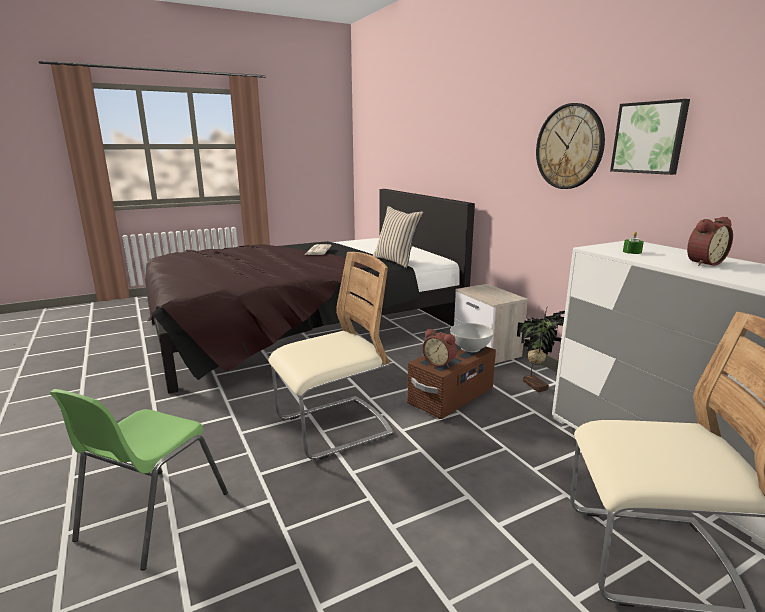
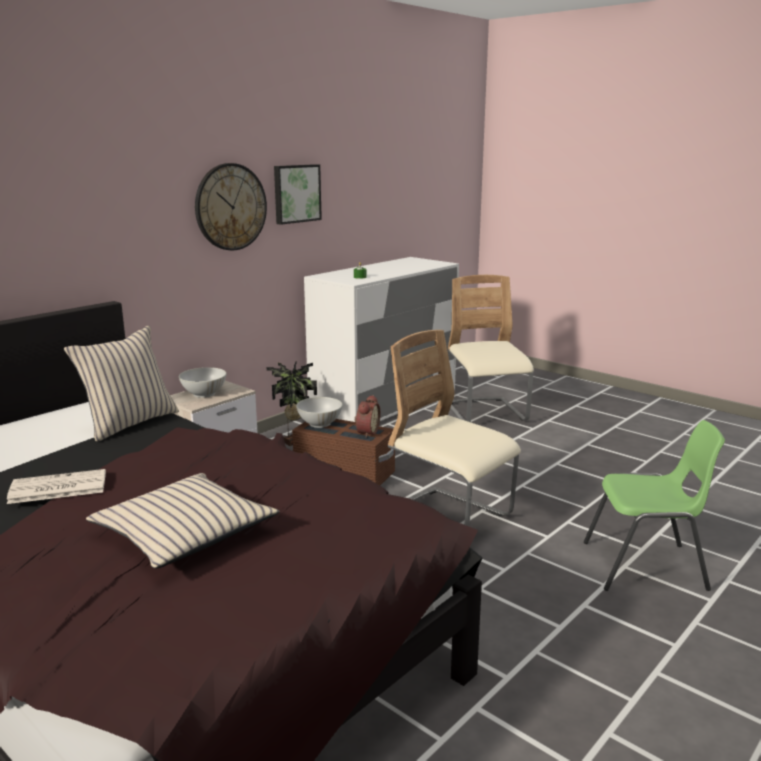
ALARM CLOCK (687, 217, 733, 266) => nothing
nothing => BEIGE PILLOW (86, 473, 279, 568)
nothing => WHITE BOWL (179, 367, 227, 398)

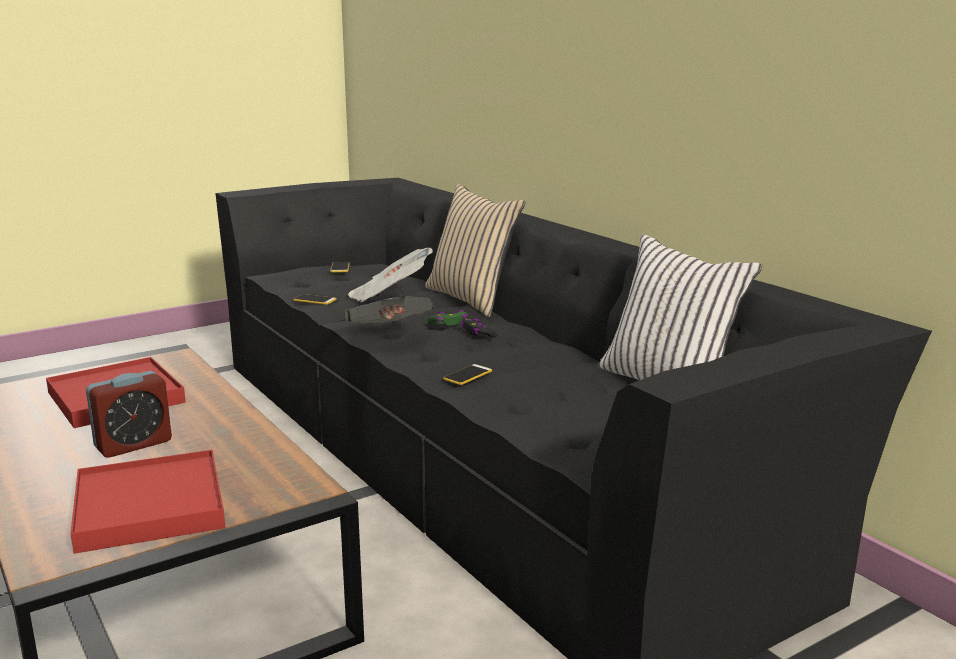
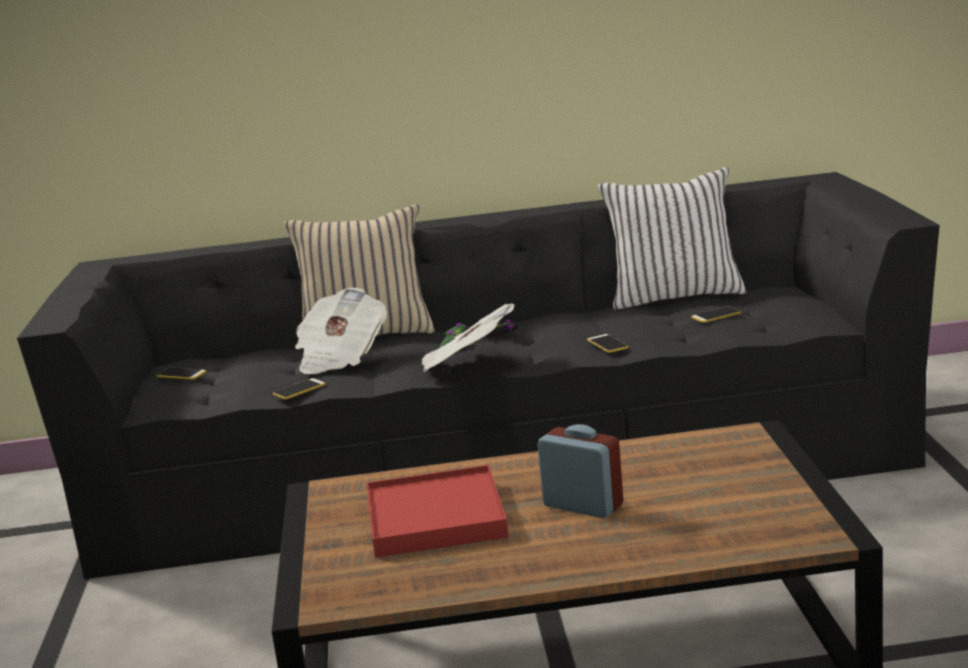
RED TRAY (70, 450, 225, 554) => nothing
nothing => PHONE (691, 307, 741, 323)
ALARM CLOCK (86, 371, 172, 458) => ALARM CLOCK (538, 424, 623, 518), 45 degrees counterclockwise

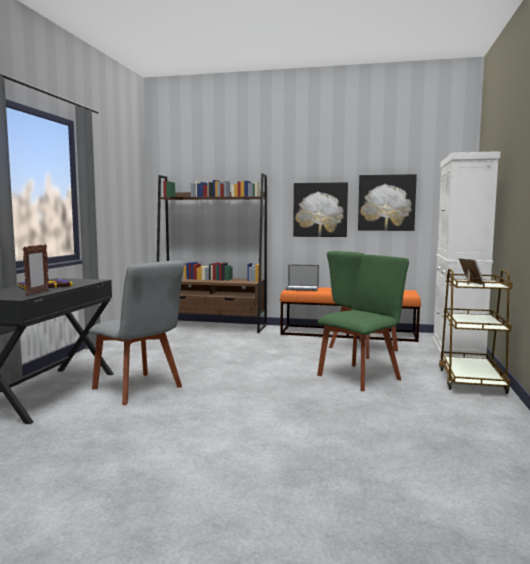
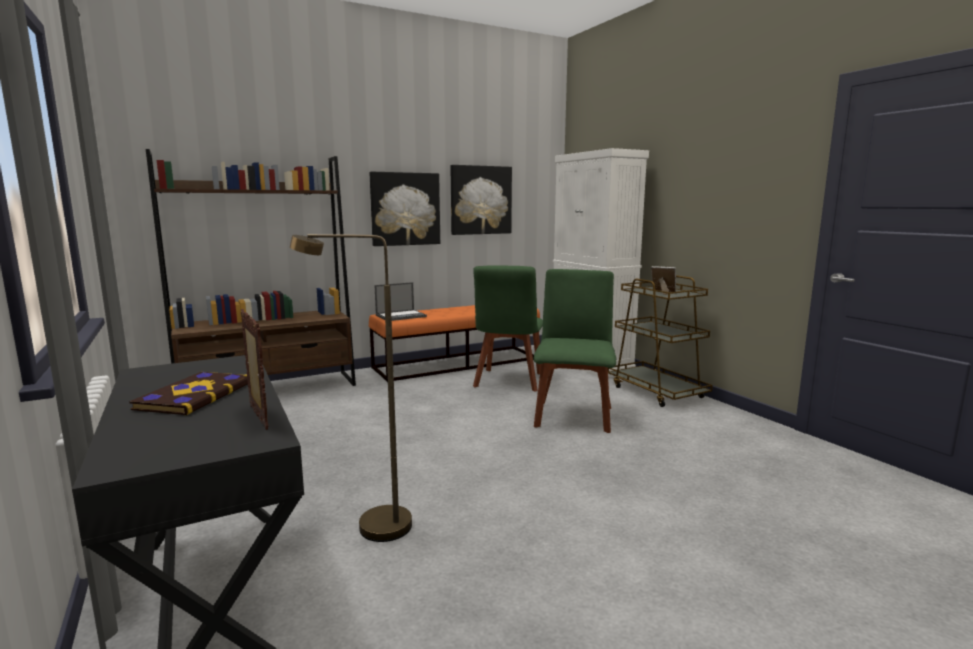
GREY CHAIR (89, 261, 184, 405) => BROWN FLOOR LAMP (290, 234, 412, 542)

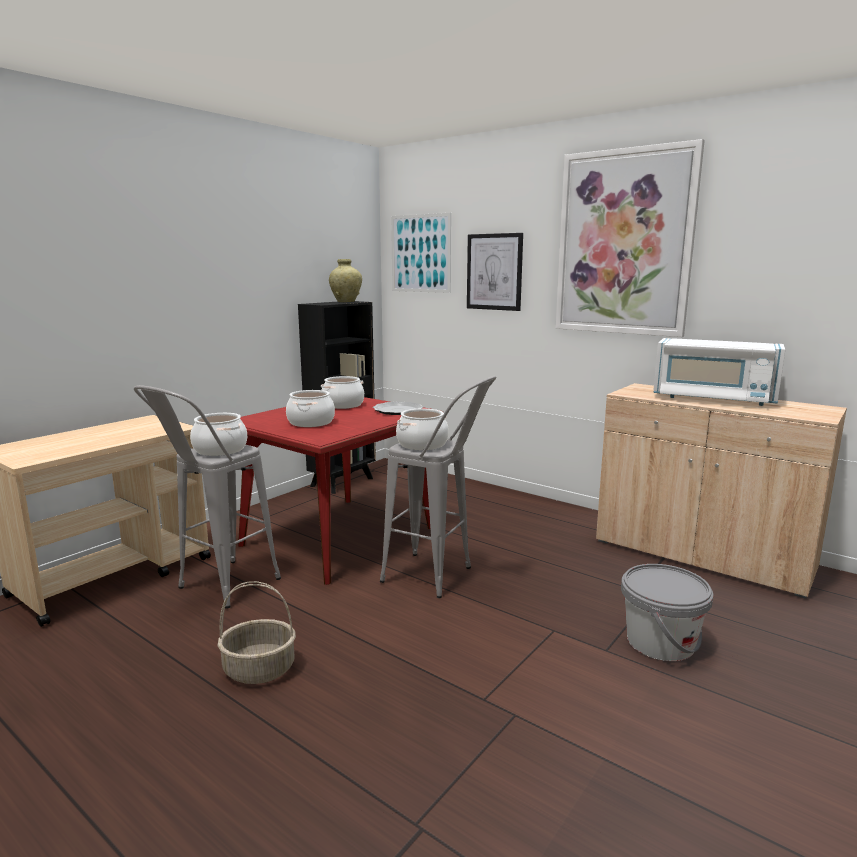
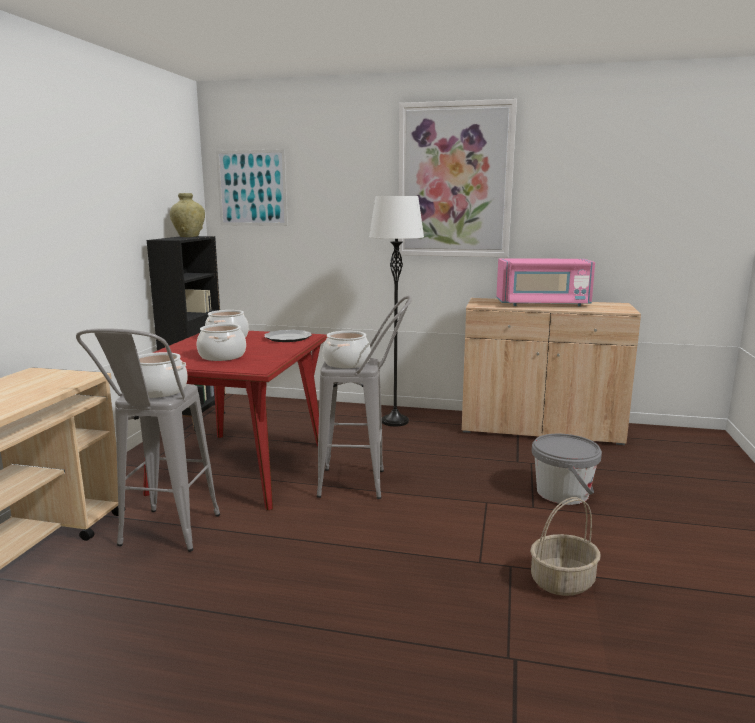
PICTURE (467, 233, 523, 311) => nothing
nothing => WHITE FLOOR LAMP (369, 196, 424, 427)
BASKET (217, 581, 296, 684) => BASKET (530, 497, 600, 596), shifted
WHITE MICROWAVE (653, 338, 785, 406) => PINK MICROWAVE (496, 258, 595, 306)

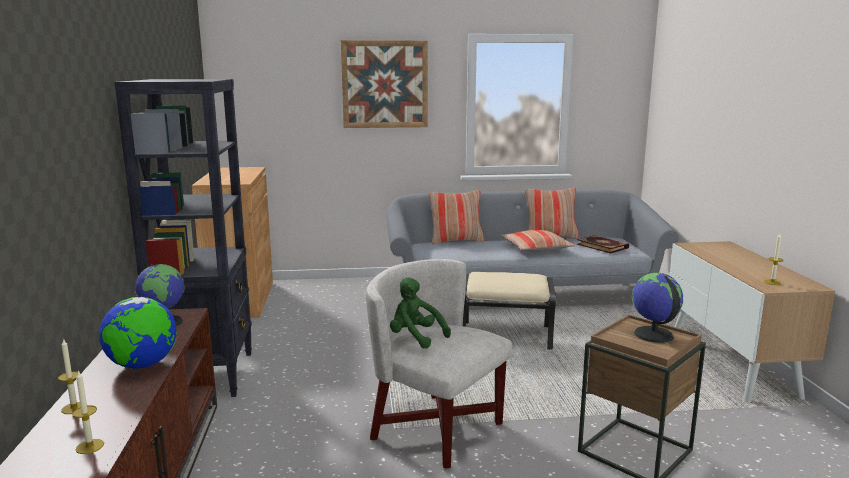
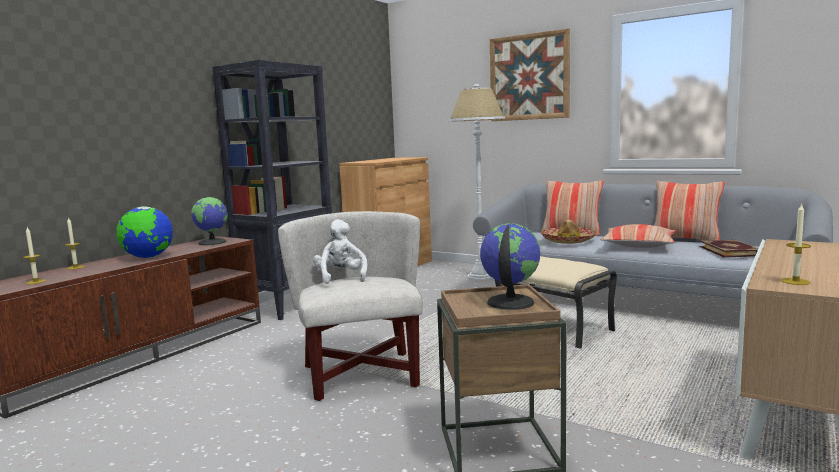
nothing => WHITE FLOOR LAMP (449, 84, 505, 280)
nothing => HAT (541, 220, 596, 244)
GREEN PLUSH TOY (390, 277, 451, 349) => WHITE PLUSH TOY (313, 219, 367, 284)

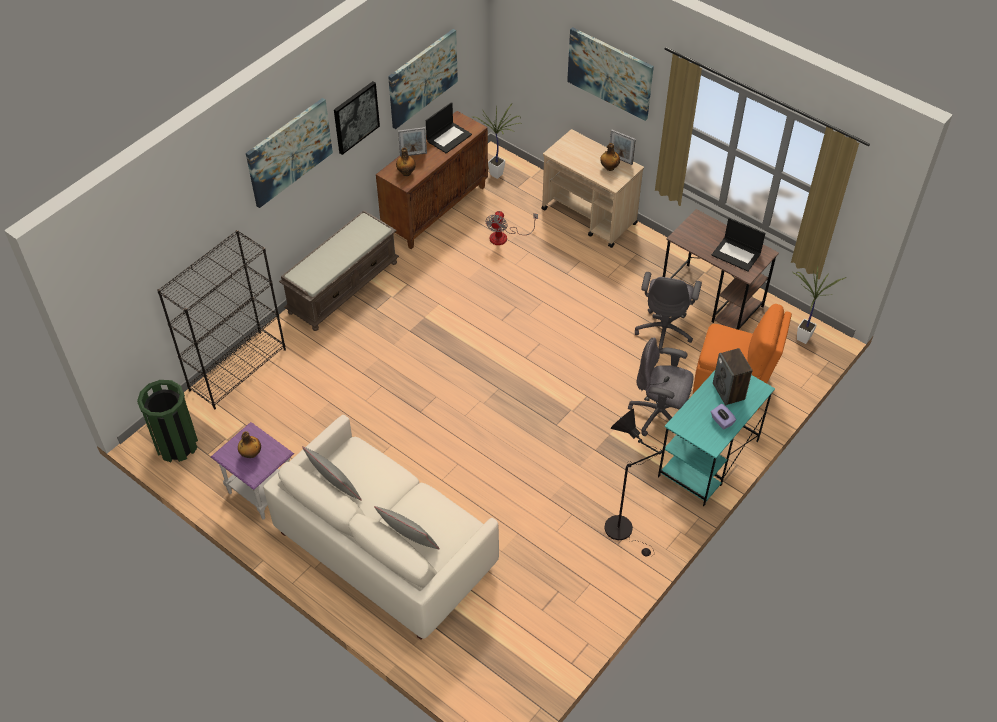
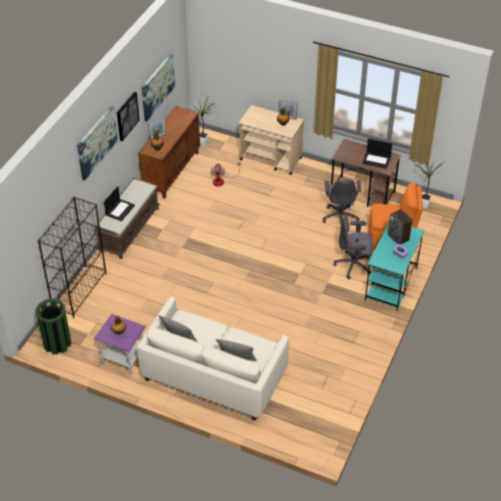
PICTURE (567, 27, 654, 121) => nothing
BLACK FLOOR LAMP (604, 409, 662, 556) => nothing
LAPTOP (426, 102, 472, 153) => LAPTOP (104, 186, 135, 221), shifted

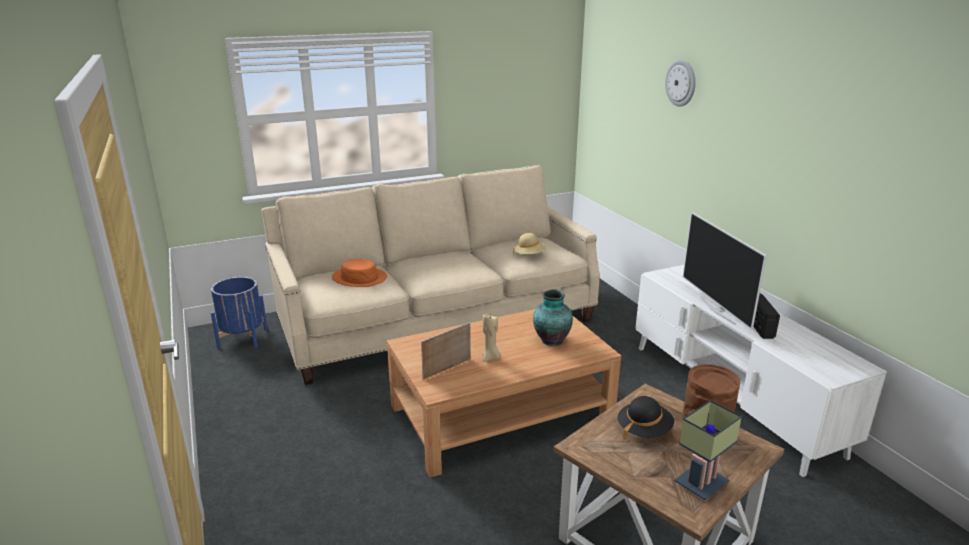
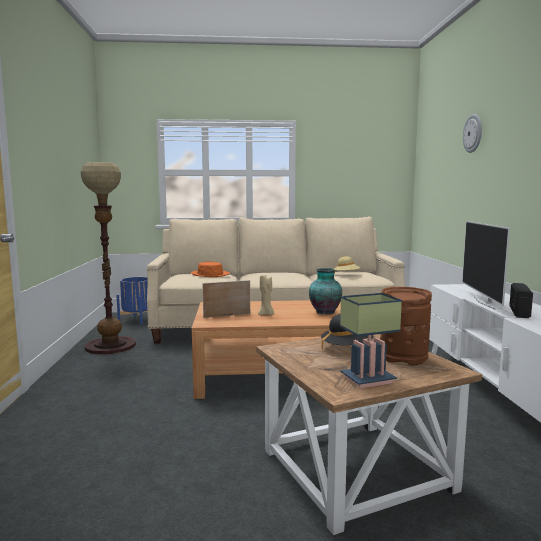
nothing => FLOOR LAMP (81, 162, 136, 354)

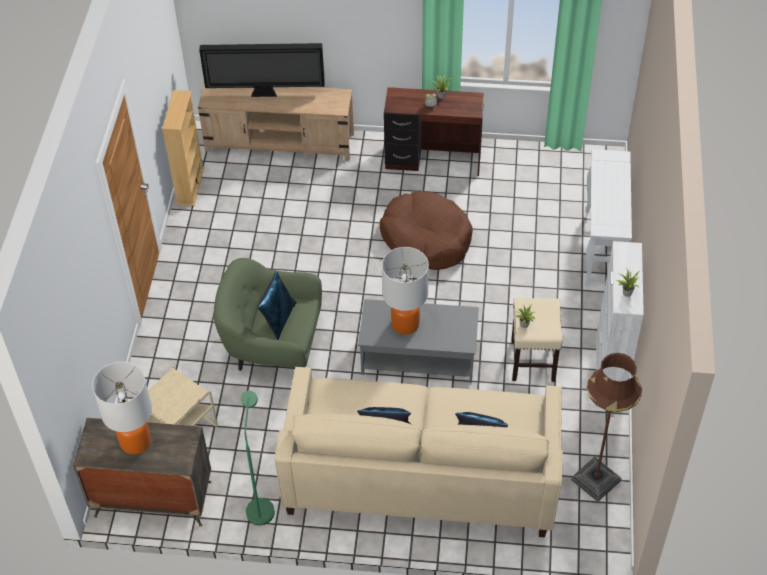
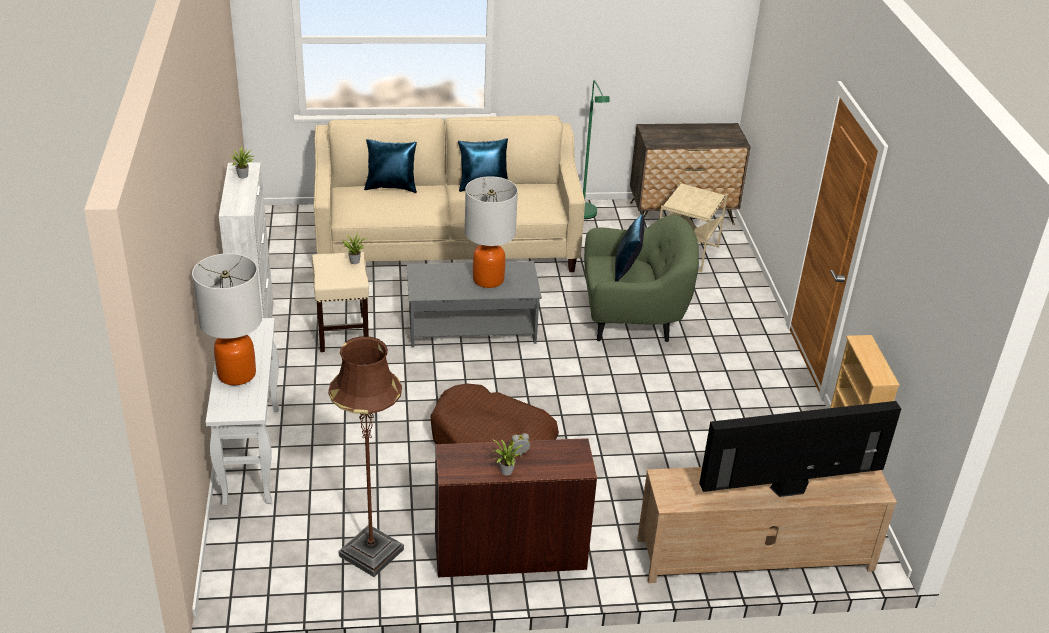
TABLE LAMP (92, 362, 152, 454) => TABLE LAMP (192, 253, 262, 385), shifted
BROWN FLOOR LAMP (571, 353, 642, 502) => BROWN FLOOR LAMP (328, 336, 404, 577), shifted

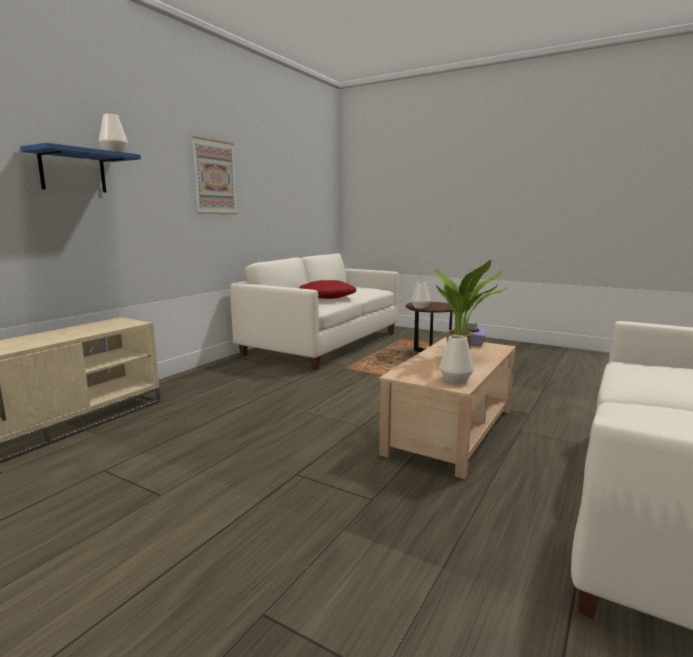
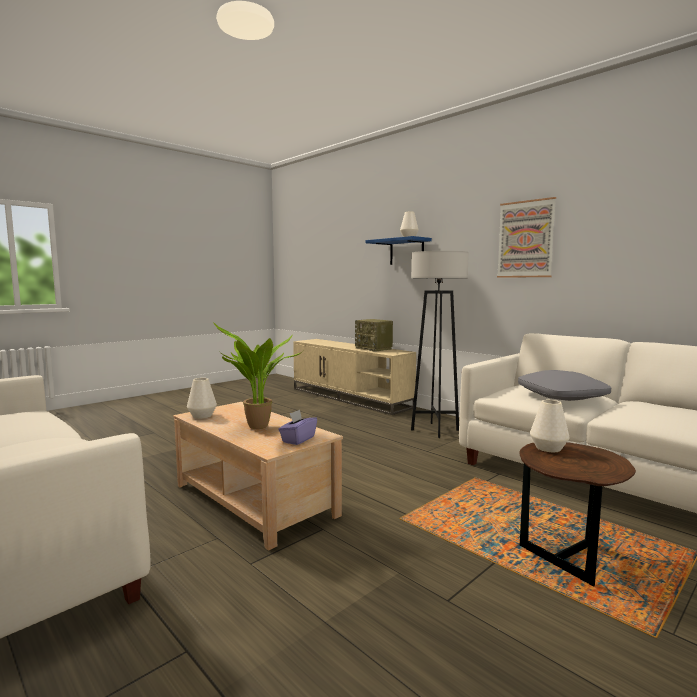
nothing => RADIO (355, 319, 393, 352)
nothing => GREY FLOOR LAMP (411, 251, 469, 438)
RED PILLOW (299, 280, 356, 299) => GREY PILLOW (518, 370, 611, 401)

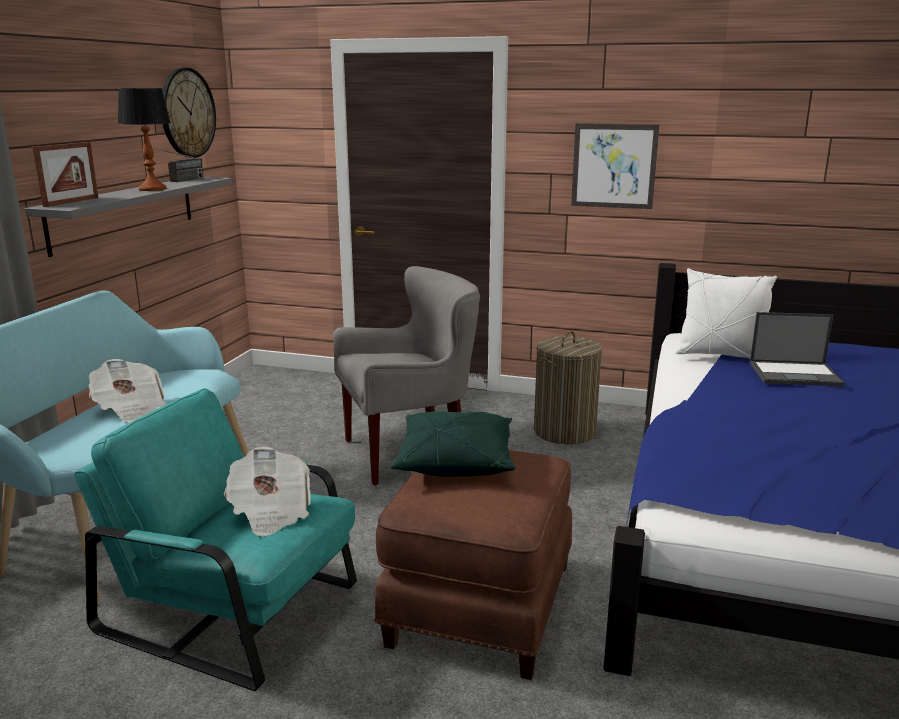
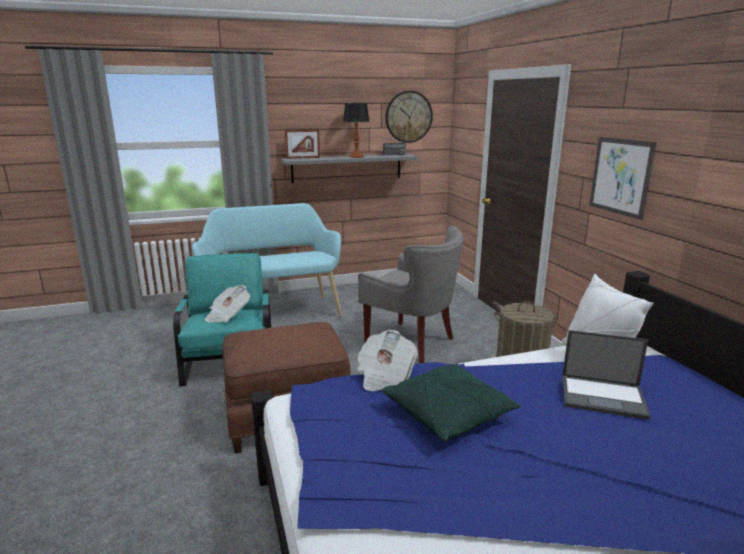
NEWSPAPER (89, 359, 166, 423) => NEWSPAPER (357, 330, 418, 391), shifted
GREEN PILLOW (391, 411, 516, 477) => GREEN PILLOW (381, 364, 521, 442), shifted
LAPTOP (750, 312, 845, 387) => LAPTOP (562, 330, 650, 420), 45 degrees counterclockwise

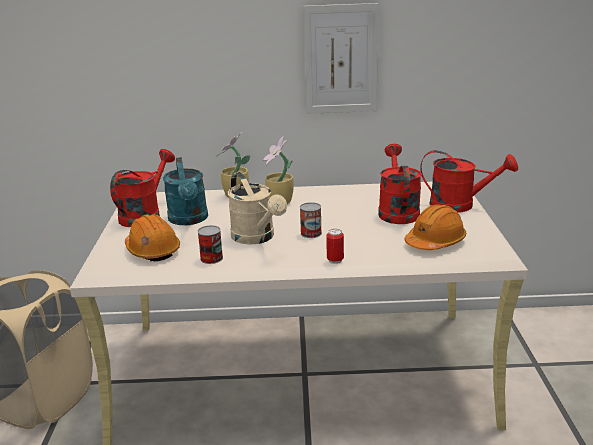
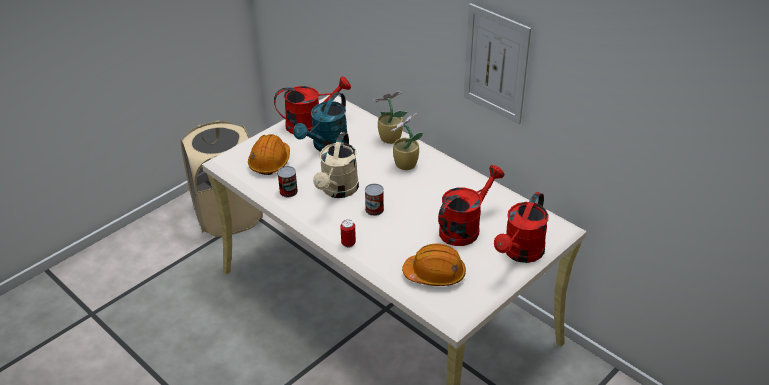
RED WATERING CAN (420, 150, 518, 213) => RED WATERING CAN (494, 192, 549, 263), 60 degrees clockwise

